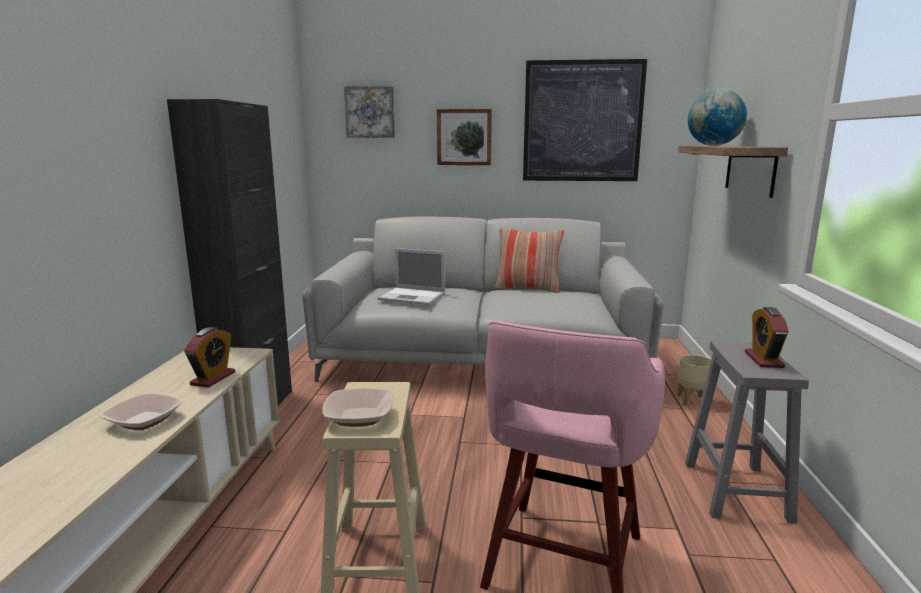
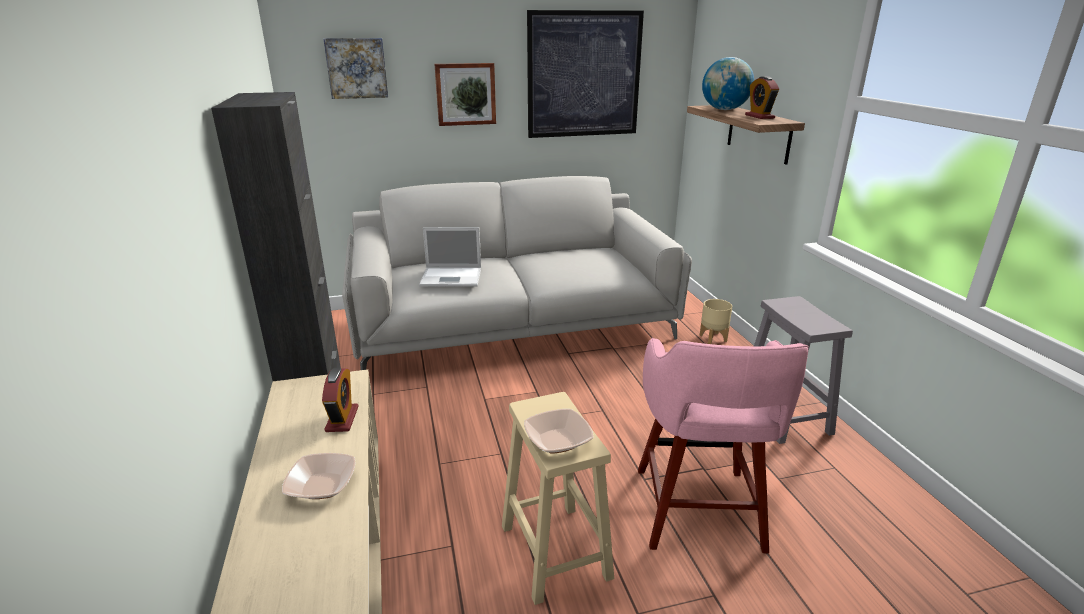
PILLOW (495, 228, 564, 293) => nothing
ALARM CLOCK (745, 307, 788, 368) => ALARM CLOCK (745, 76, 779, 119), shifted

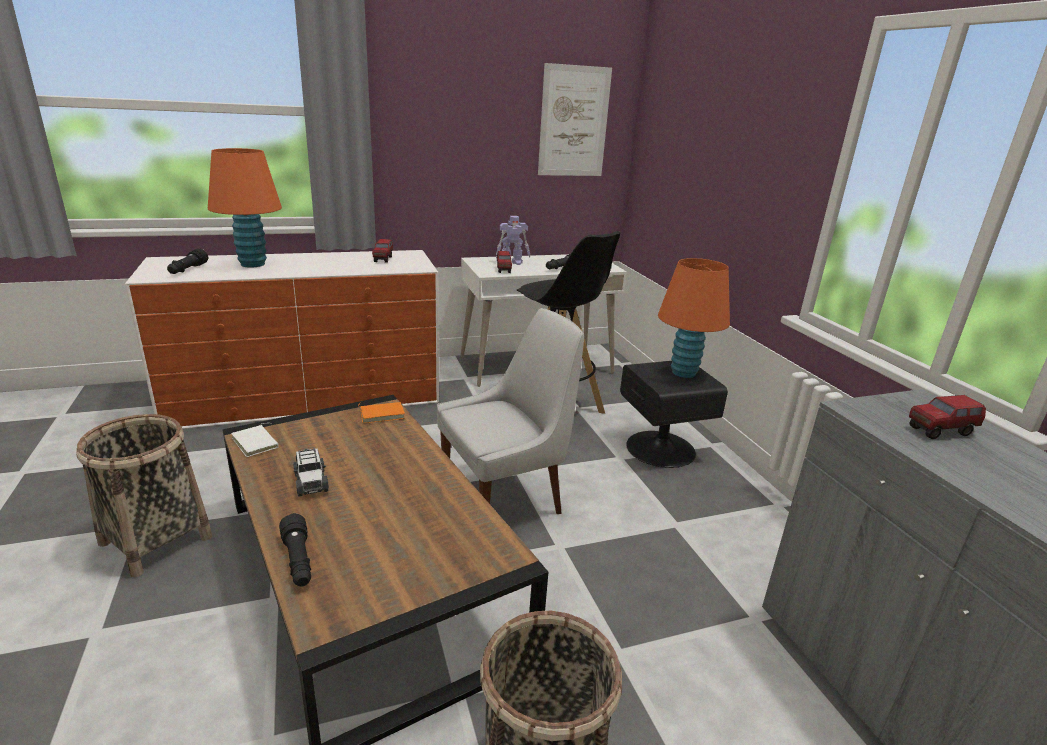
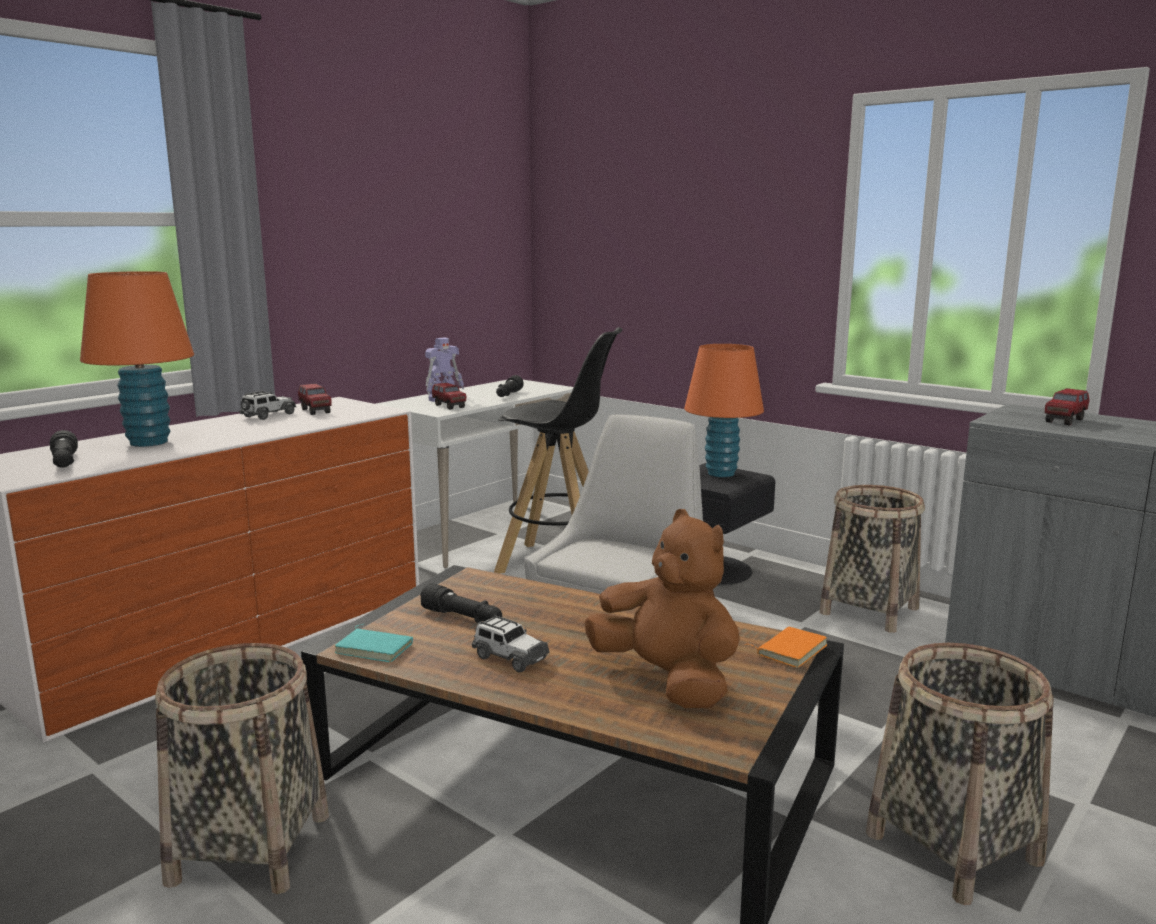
PICTURE (538, 63, 612, 176) => nothing
nothing => TOY CAR (239, 391, 296, 420)
nothing => BROWN PLUSH TOY (585, 509, 740, 708)
nothing => BASKET (820, 485, 925, 633)
BLACK FLASHLIGHT (279, 513, 311, 587) => BLACK FLASHLIGHT (420, 583, 502, 623), shifted
ORANGE BOOK (358, 402, 405, 423) => ORANGE BOOK (749, 627, 827, 668), shifted
WHITE BOOK (231, 423, 279, 457) => TURQUOISE BOOK (334, 624, 413, 662)

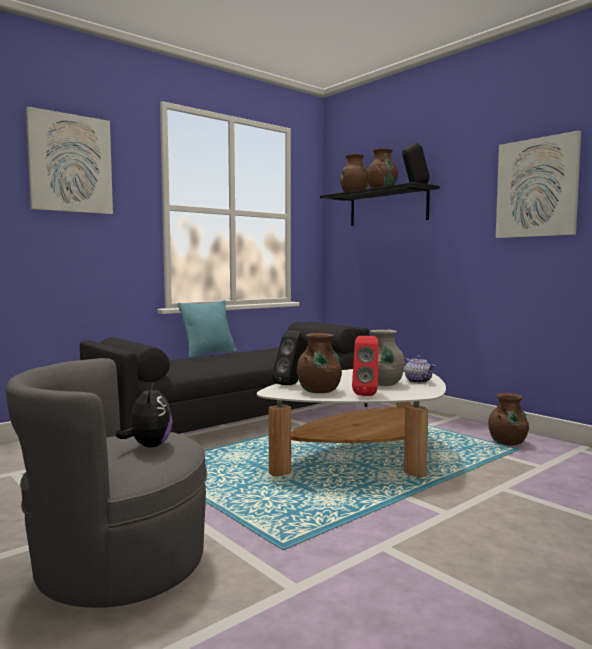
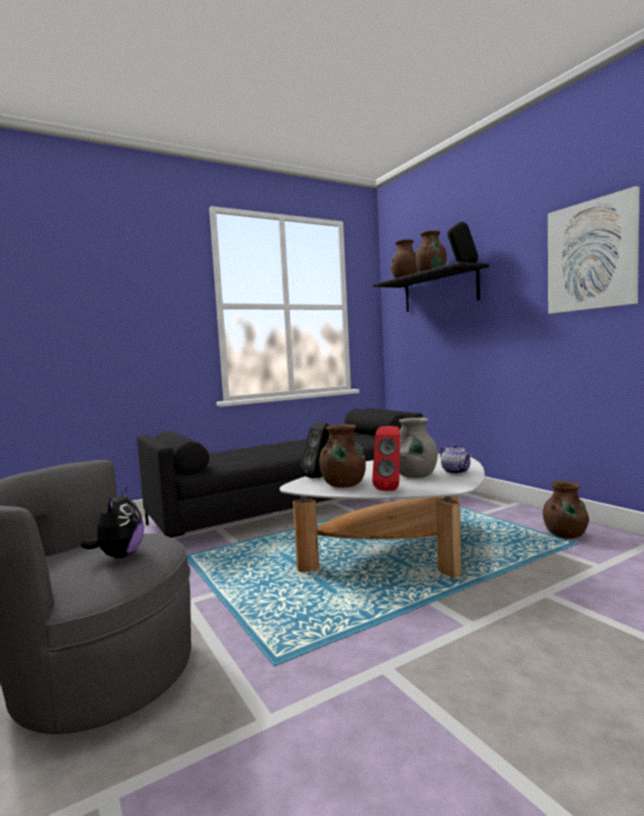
PICTURE (26, 106, 113, 214) => nothing
TURQUOISE PILLOW (178, 300, 237, 358) => nothing

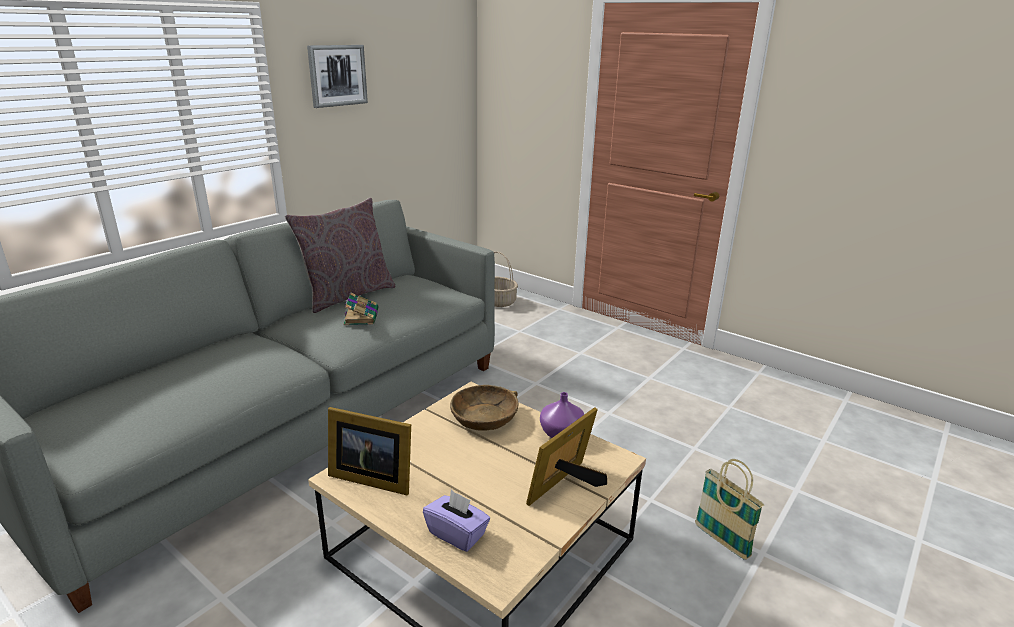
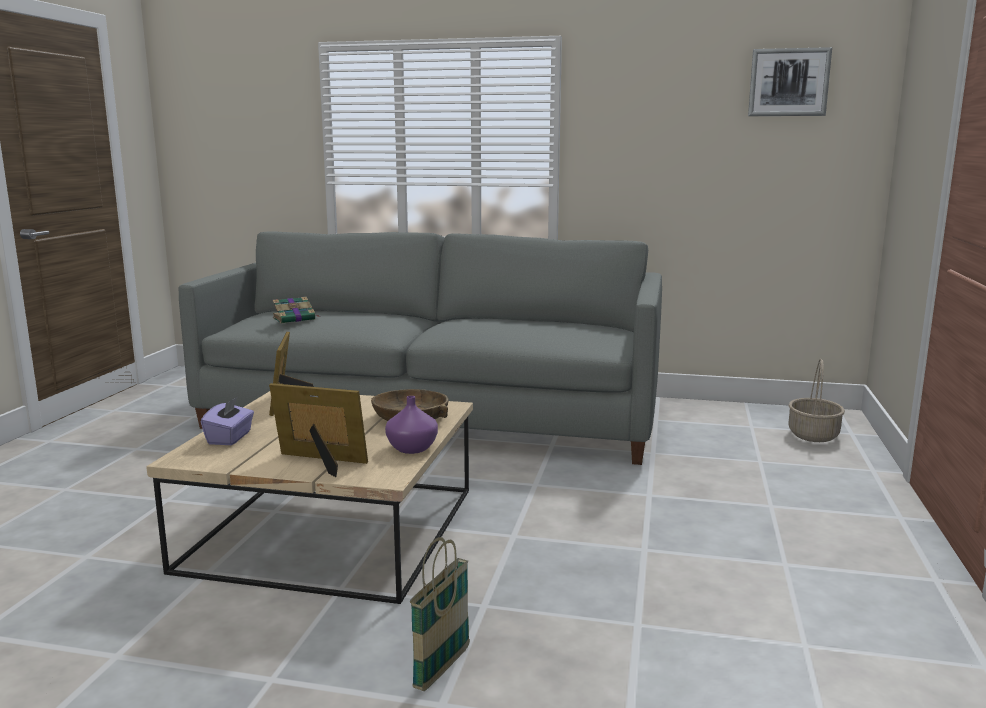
GREY PILLOW (285, 198, 395, 313) => nothing
PICTURE (307, 45, 368, 108) => PICTURE (748, 47, 832, 116), shifted
BOOK (344, 292, 378, 325) => BOOK (272, 297, 319, 323), shifted

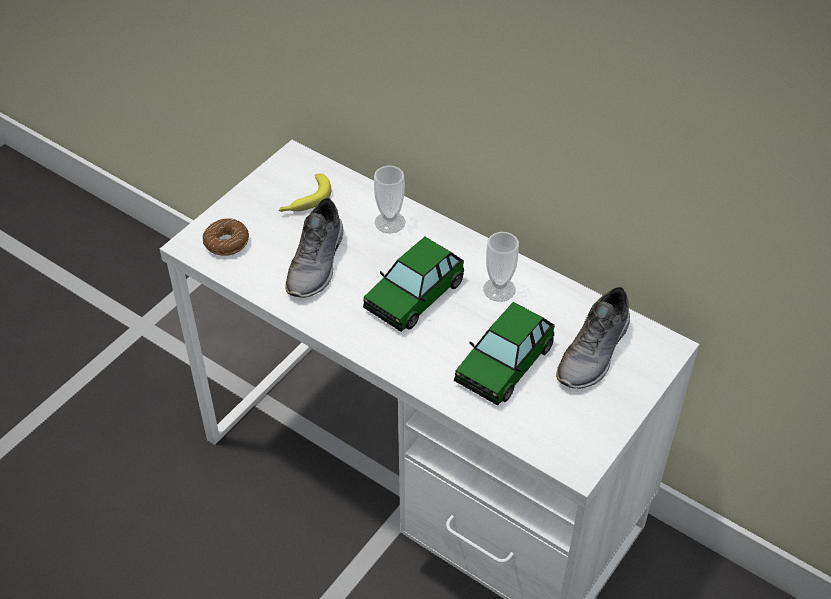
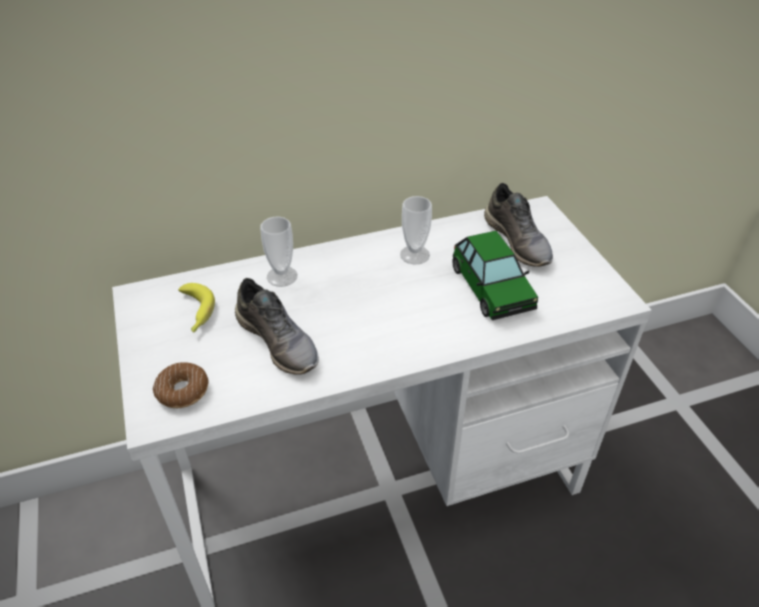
TOY CAR (363, 237, 464, 332) => nothing

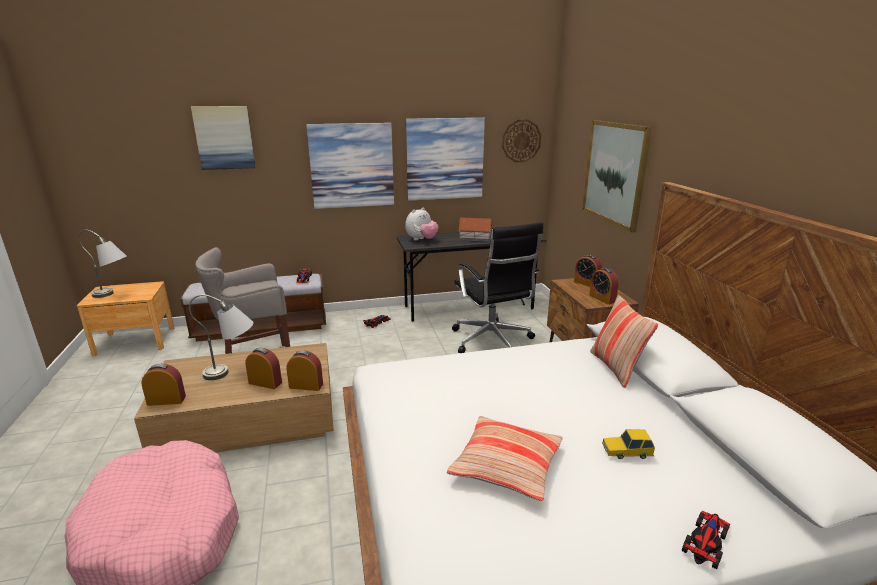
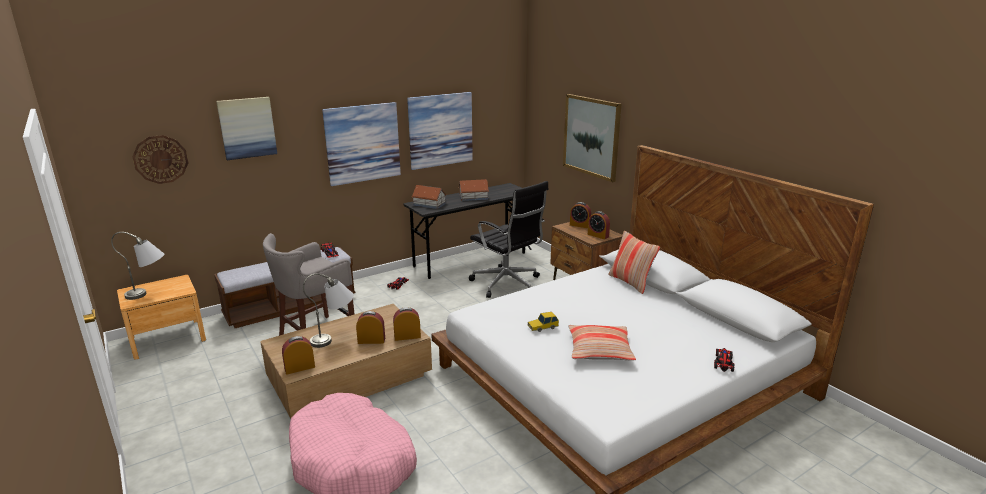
WALL CLOCK (502, 120, 541, 162) => WALL CLOCK (132, 135, 188, 184), shifted
TOY CAR (602, 429, 655, 459) => TOY CAR (528, 312, 559, 332), shifted
PLUSH TOY (405, 208, 439, 241) => TOY HOUSE (412, 185, 447, 209)

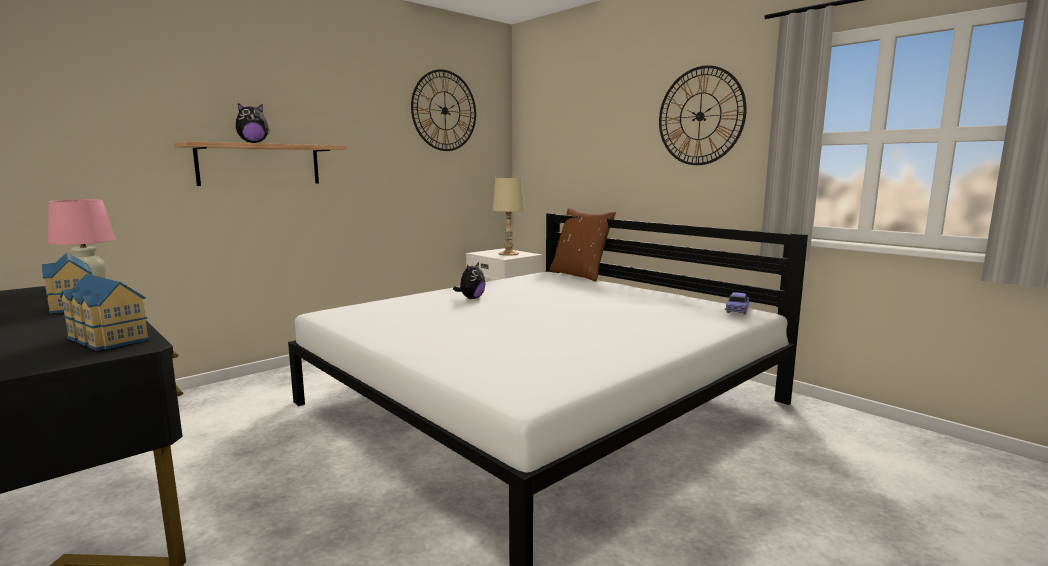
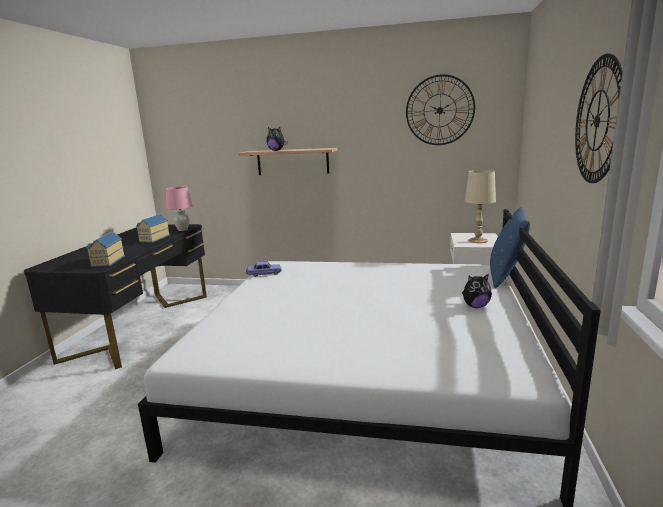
PLUSH TOY (453, 262, 485, 299) => PLUSH TOY (462, 273, 492, 308), shifted
TOY CAR (725, 292, 750, 315) => TOY CAR (246, 262, 282, 277), shifted
BROWN PILLOW (549, 208, 616, 281) => BLUE PILLOW (490, 207, 530, 288)

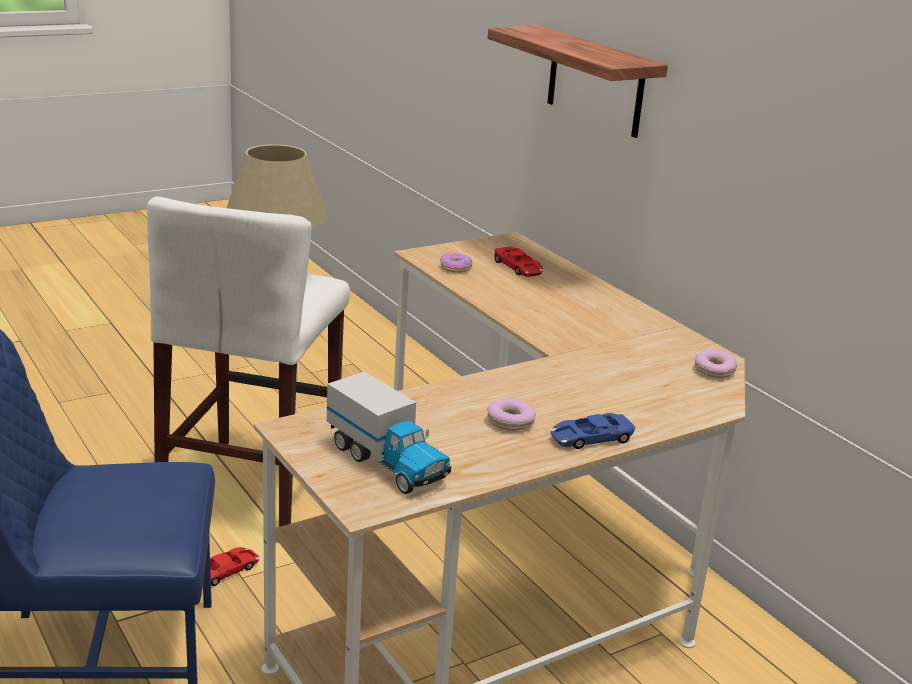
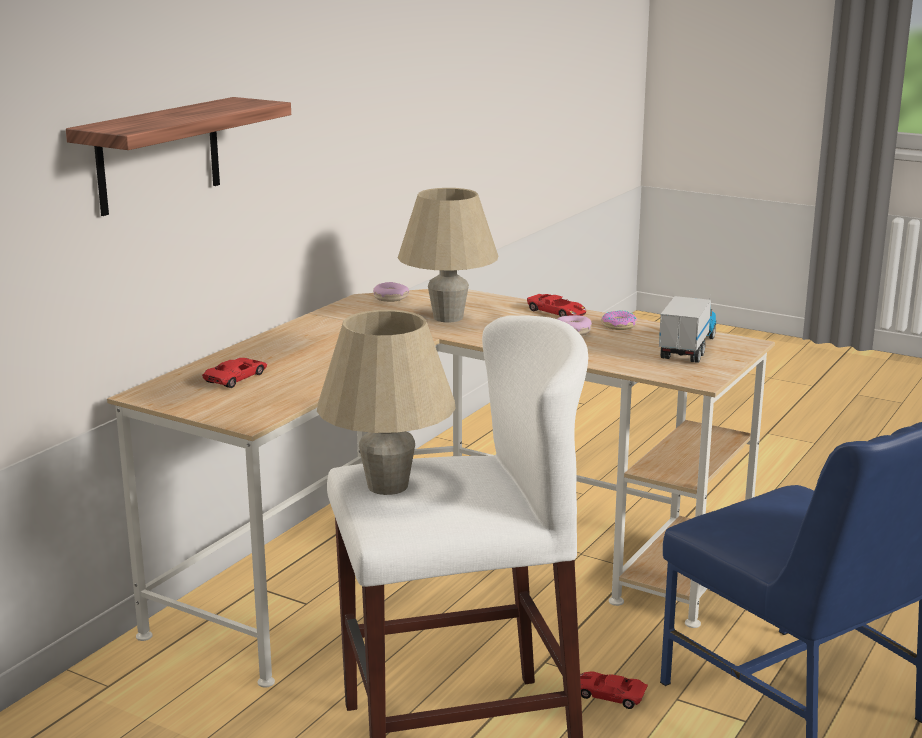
nothing => BEIGE TABLE LAMP (398, 188, 498, 322)
DONUT (440, 253, 472, 273) => DONUT (601, 311, 637, 330), shifted
BLUE TOY CAR (551, 413, 635, 449) => RED TOY CAR (527, 294, 586, 317)

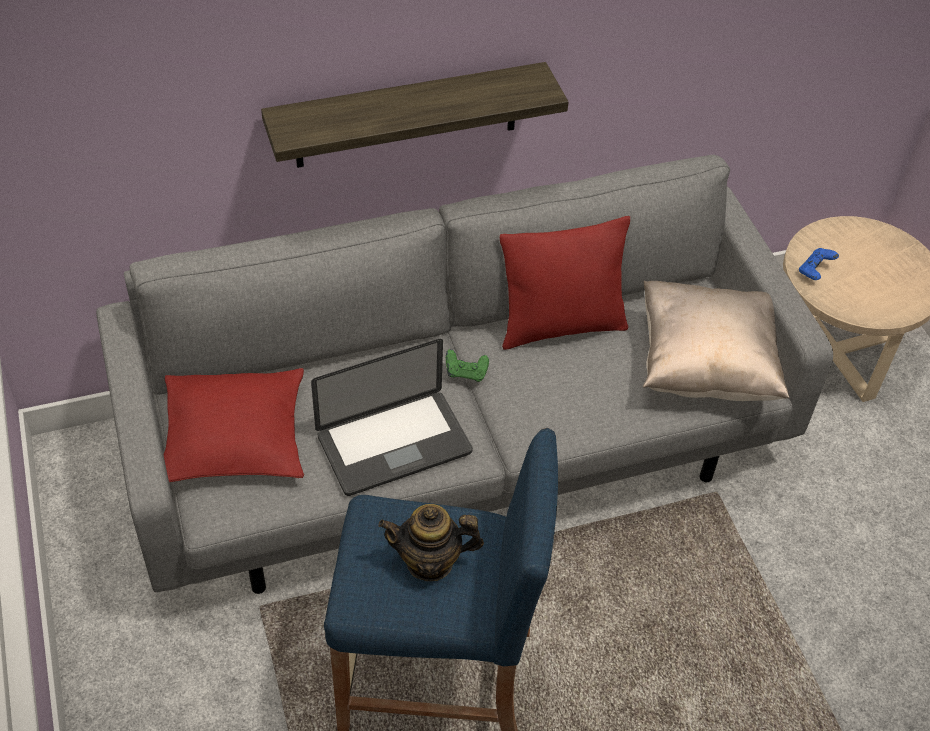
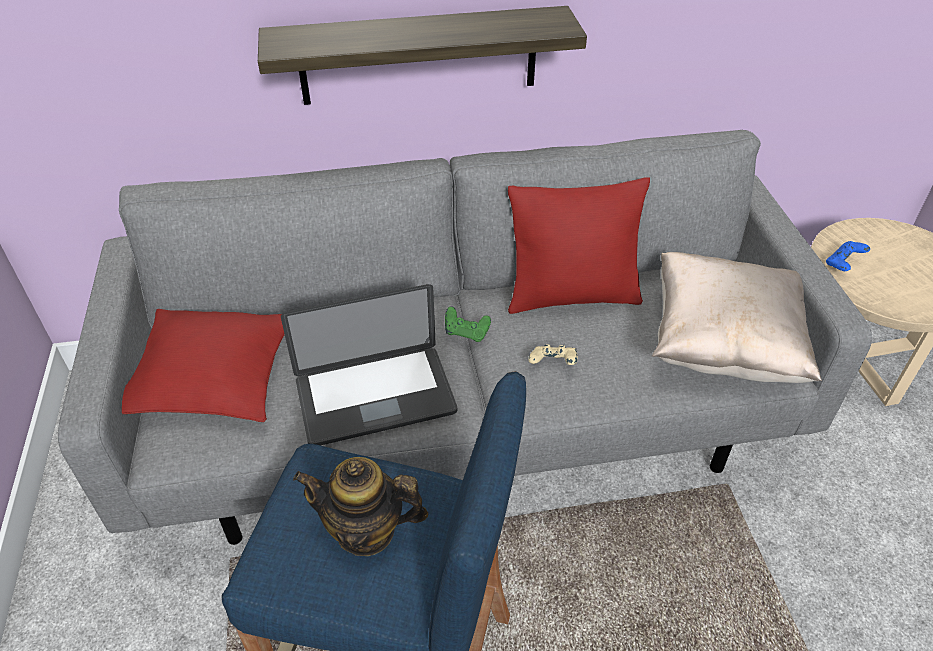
nothing => BEIGE GAME CONTROLLER (528, 345, 578, 365)

